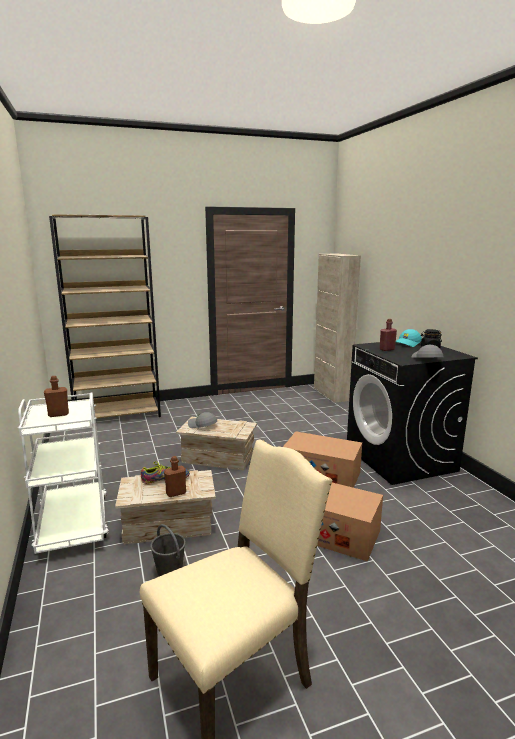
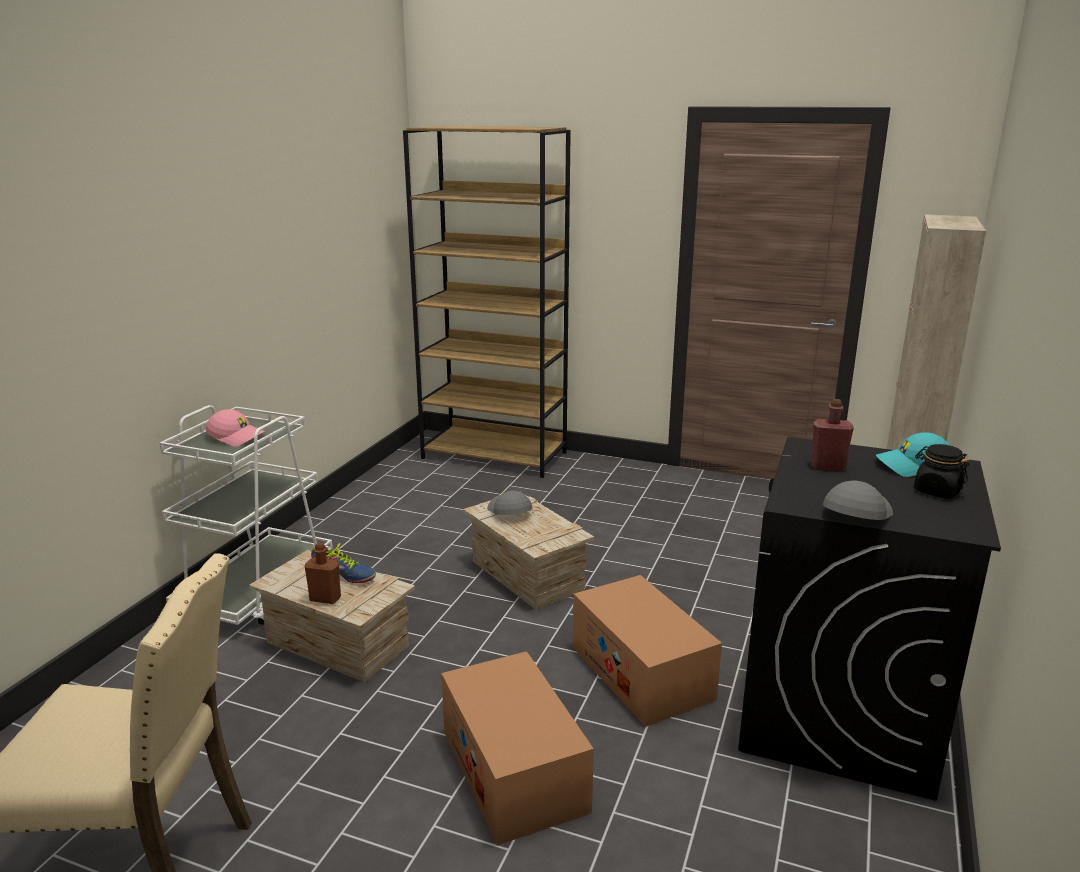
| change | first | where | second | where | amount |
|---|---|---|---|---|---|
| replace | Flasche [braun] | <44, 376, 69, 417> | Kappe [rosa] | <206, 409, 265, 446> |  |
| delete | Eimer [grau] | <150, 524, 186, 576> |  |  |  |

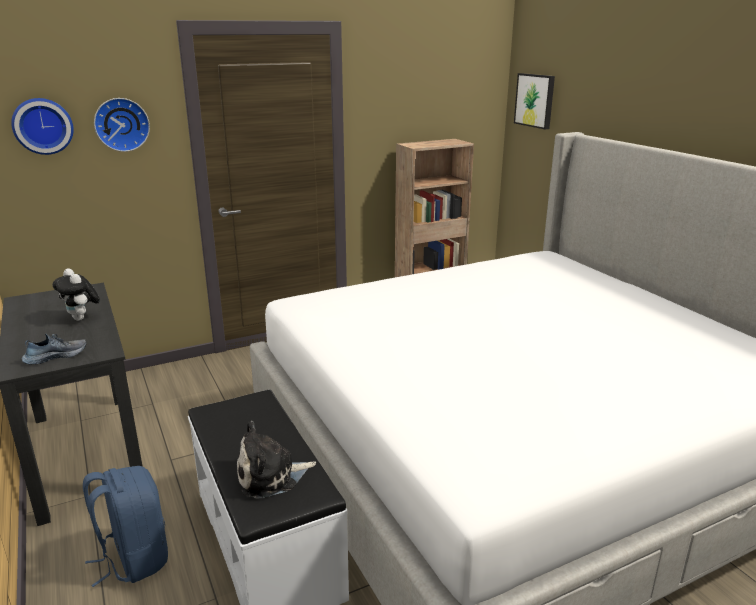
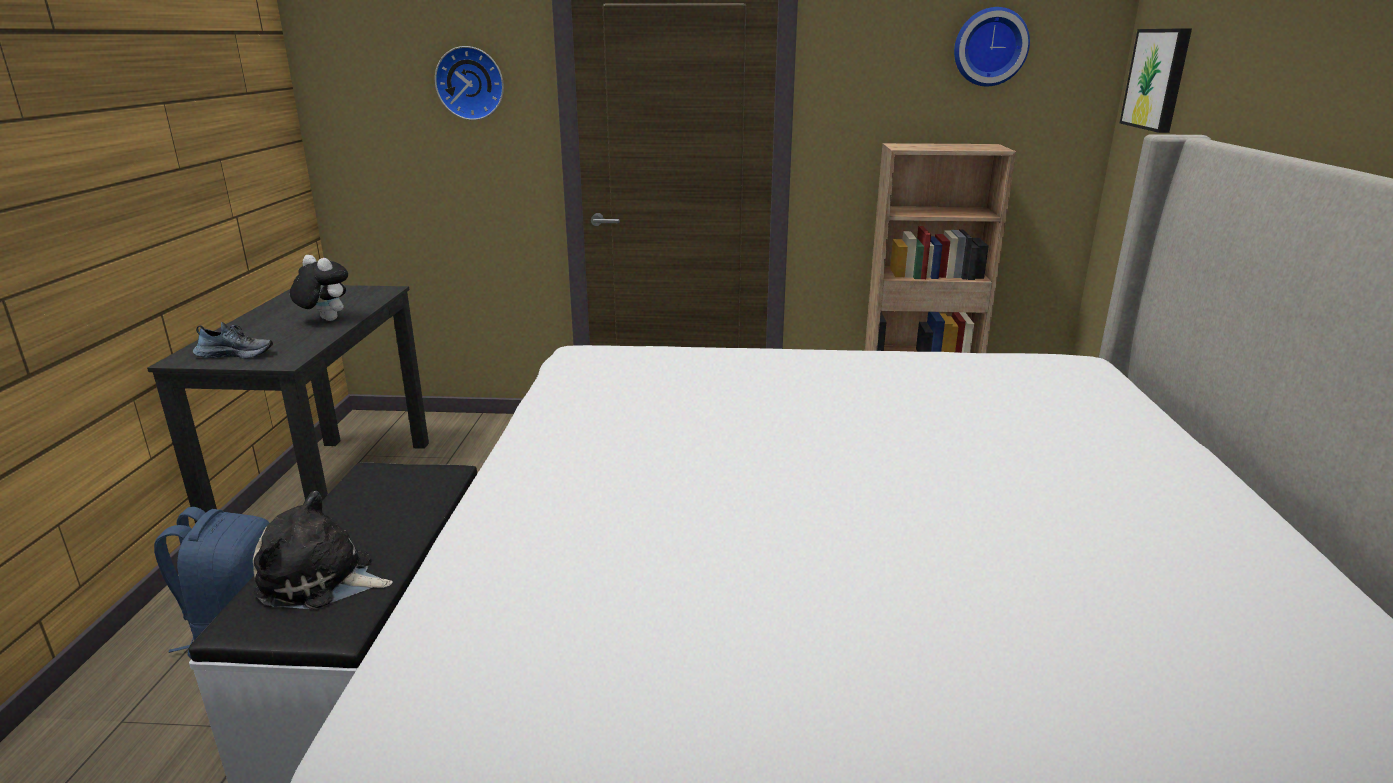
| change | first | where | second | where | amount |
|---|---|---|---|---|---|
| rotate | Plüschtier | <52, 268, 100, 321> |  | <290, 255, 348, 321> | 135 degrees clockwise |
| move | Wanduhr | <11, 98, 74, 155> |  | <954, 7, 1030, 86> |  |

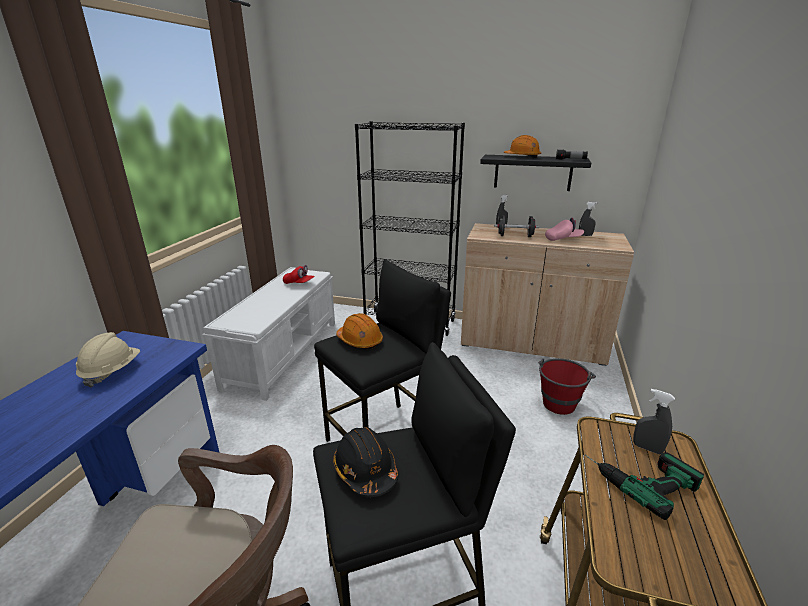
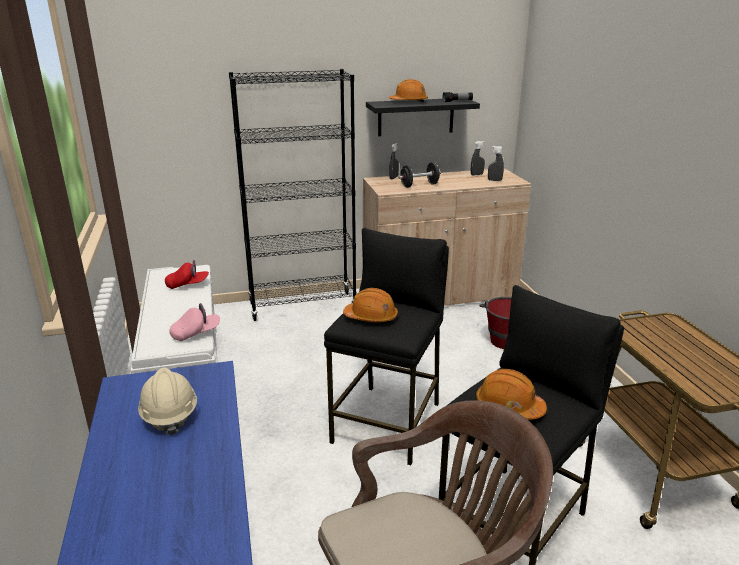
| change | first | where | second | where | amount |
|---|---|---|---|---|---|
| move | Kappe [rosa] | <545, 218, 584, 241> |  | <169, 303, 220, 341> |  |
| recolor | Schutzhelm [schwarz] | <333, 427, 398, 497> | Schutzhelm [orange] | <476, 369, 547, 420> |  |
| move | Sprühflasche [grau] | <633, 389, 675, 454> |  | <488, 146, 504, 181> |  |
| delete | Bohrmaschine | <585, 453, 704, 520> |  |  |  |

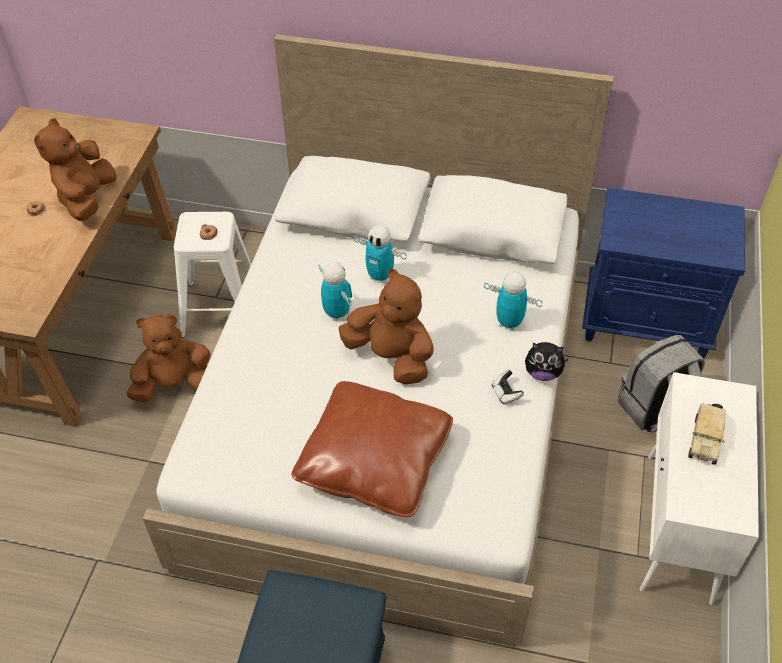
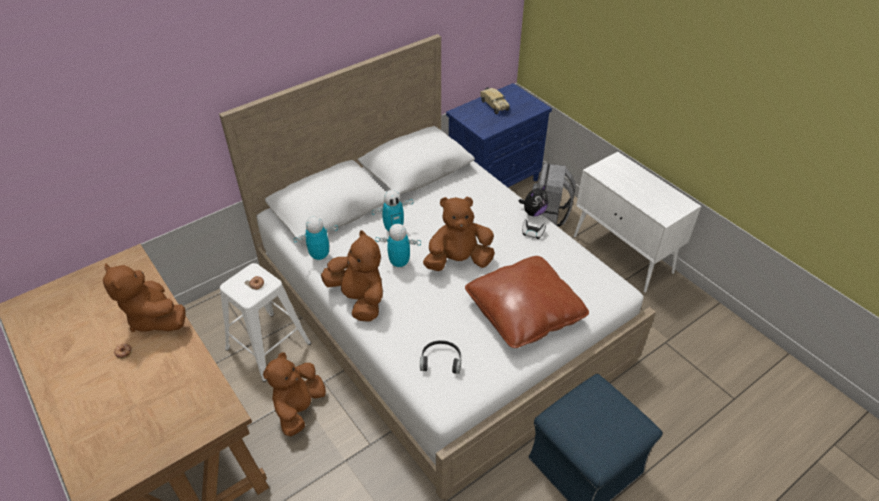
| change | first | where | second | where | amount |
|---|---|---|---|---|---|
| move | Spielzeugroboter | <484, 272, 543, 330> |  | <294, 216, 338, 262> |  |
| insert |  |  | Plüschtier [braun] | <321, 230, 383, 322> |  |
| insert |  |  | Kopfhörer [schwarz] | <420, 340, 461, 374> |  |
| move | Spielzeuglaster | <688, 403, 726, 465> |  | <480, 87, 510, 114> |  |

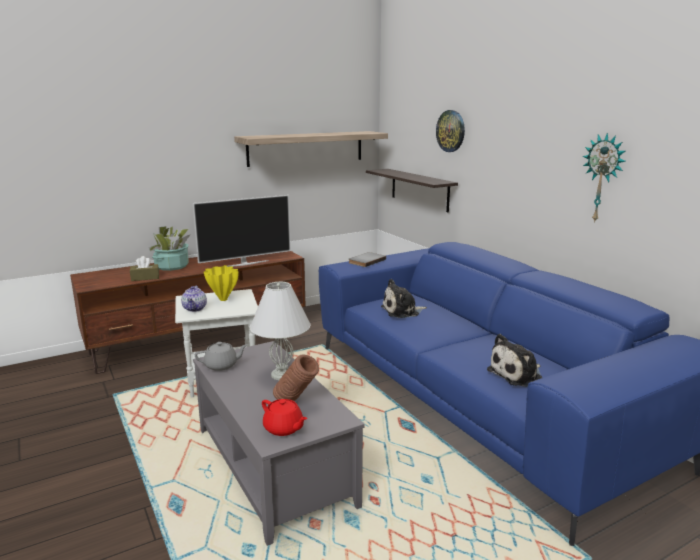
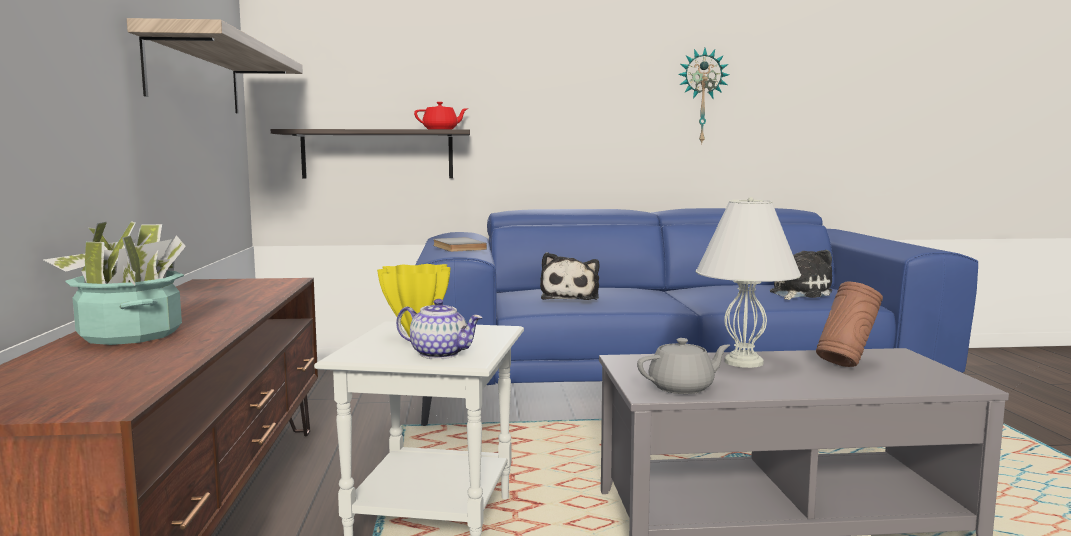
| change | first | where | second | where | amount |
|---|---|---|---|---|---|
| move | Teekanne [rot] | <262, 399, 307, 436> |  | <414, 102, 468, 129> |  |
| rotate | Teekanne [grau] | <195, 342, 248, 371> |  | <637, 338, 730, 394> | 60 degrees clockwise |
| rotate | Plüschtier | <487, 334, 542, 387> |  | <770, 250, 832, 300> | 135 degrees counterclockwise |
| delete | Taschentuchbox [braun] | <130, 256, 159, 281> |  |  |  |
| delete | Fernseher | <193, 195, 291, 267> |  |  |  |
| delete | Wanduhr | <436, 110, 465, 152> |  |  |  |

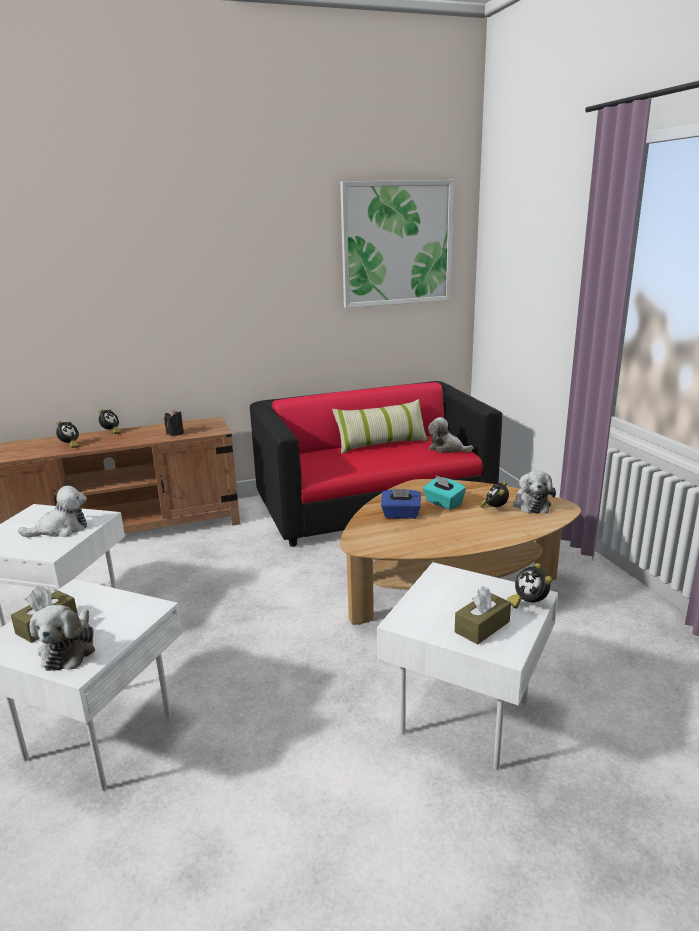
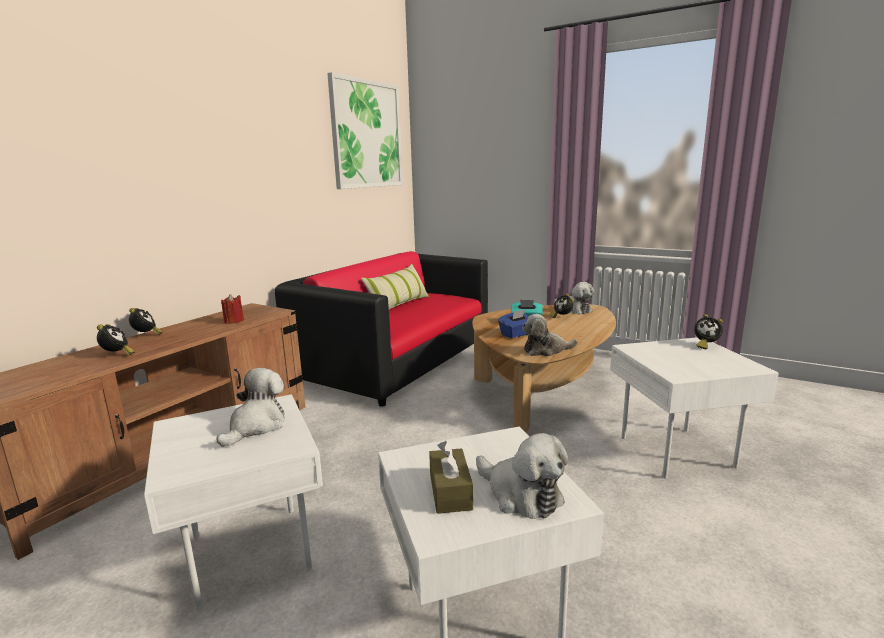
| change | first | where | second | where | amount |
|---|---|---|---|---|---|
| recolor | Kerze [schwarz] | <164, 410, 184, 436> | Kerze [rot] | <221, 294, 244, 324> |  |
| move | Plüschtier | <428, 417, 473, 453> |  | <522, 314, 578, 356> |  |
| delete | Taschentuchbox [braun] | <455, 586, 511, 645> |  |  |  |

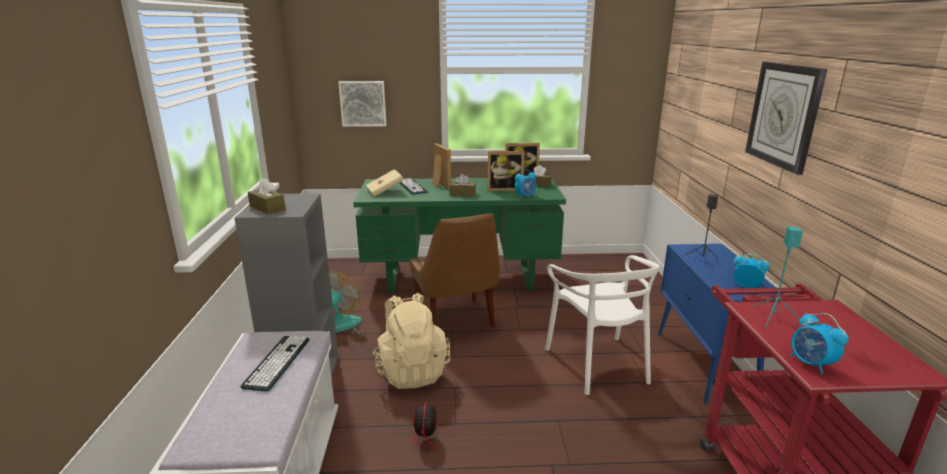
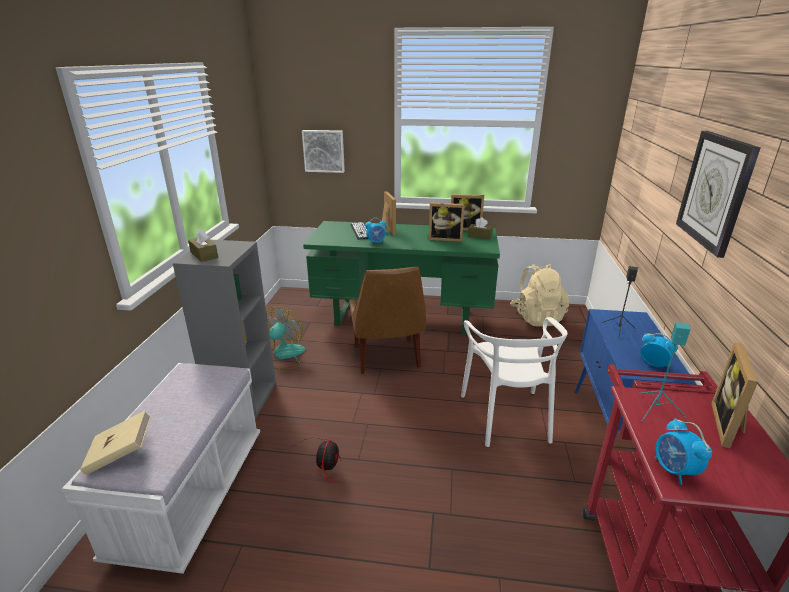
| change | first | where | second | where | amount |
|---|---|---|---|---|---|
| move | Buch [beige] | <366, 169, 404, 197> |  | <80, 411, 151, 475> |  |
| move | Wecker | <515, 169, 537, 198> |  | <365, 218, 386, 245> |  |
| move | Rucksack [beige] | <373, 292, 450, 389> |  | <510, 264, 570, 327> |  |
| insert |  |  | Bilderrahmen | <711, 342, 758, 448> |  |
| delete | Tastatur | <240, 336, 309, 391> |  |  |  |
| delete | Taschentuchbox [braun] | <449, 174, 476, 197> |  |  |  |

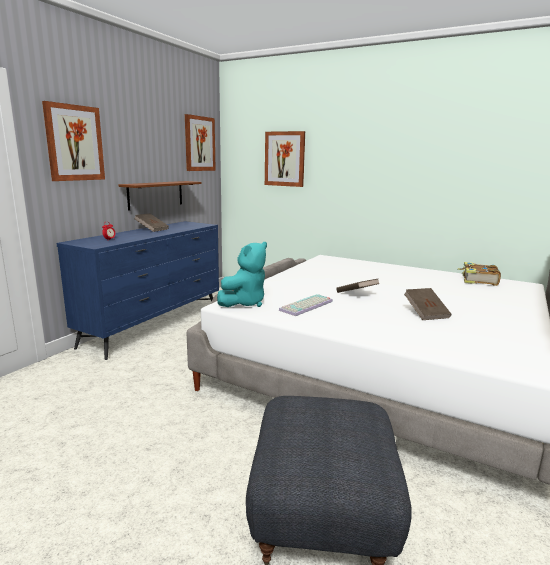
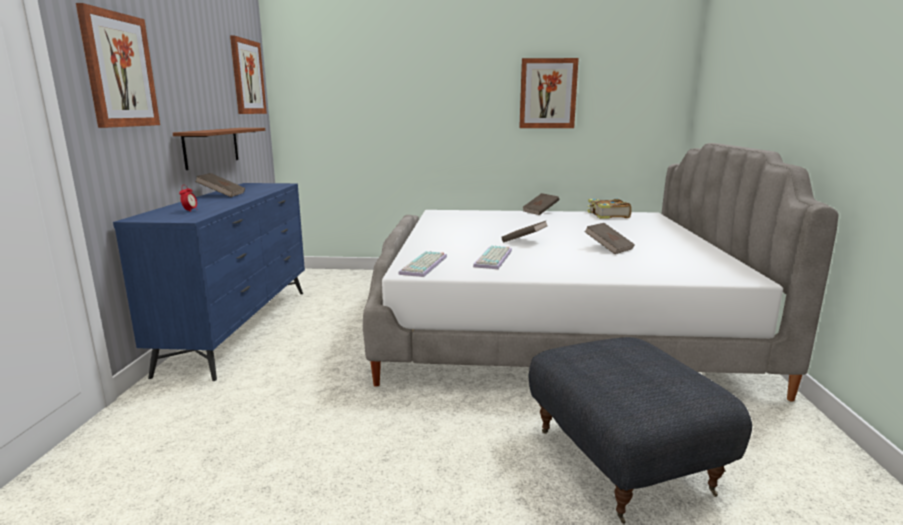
| change | first | where | second | where | amount |
|---|---|---|---|---|---|
| replace | Plüschtier [türkis] | <217, 242, 267, 307> | Tastatur | <398, 251, 447, 277> |  |
| move | Bild | <265, 131, 305, 187> |  | <519, 58, 579, 128> |  |
| insert |  |  | Buch [braun] | <522, 193, 559, 215> |  |

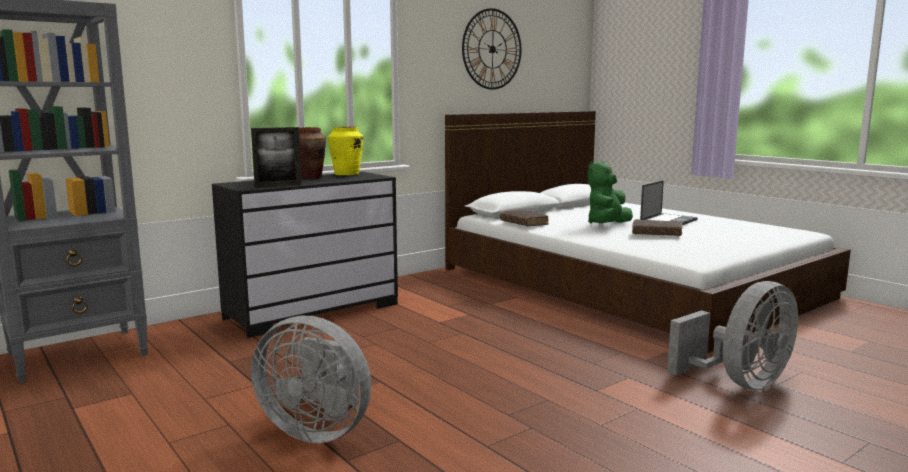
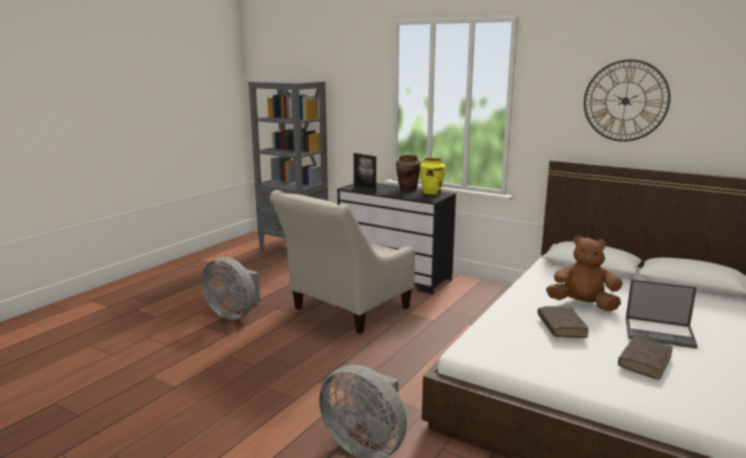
| change | first | where | second | where | amount |
|---|---|---|---|---|---|
| rotate | Ventilator [grau] | <251, 316, 371, 443> |  | <201, 257, 260, 320> | 60 degrees counterclockwise |
| insert |  |  | Sessel [beige] | <269, 190, 415, 334> |  |
| recolor | Plüschtier [grün] | <588, 161, 633, 223> | Plüschtier [braun] | <546, 235, 622, 312> |  |
| move | Buch [braun] | <500, 210, 549, 227> |  | <618, 337, 673, 380> |  |

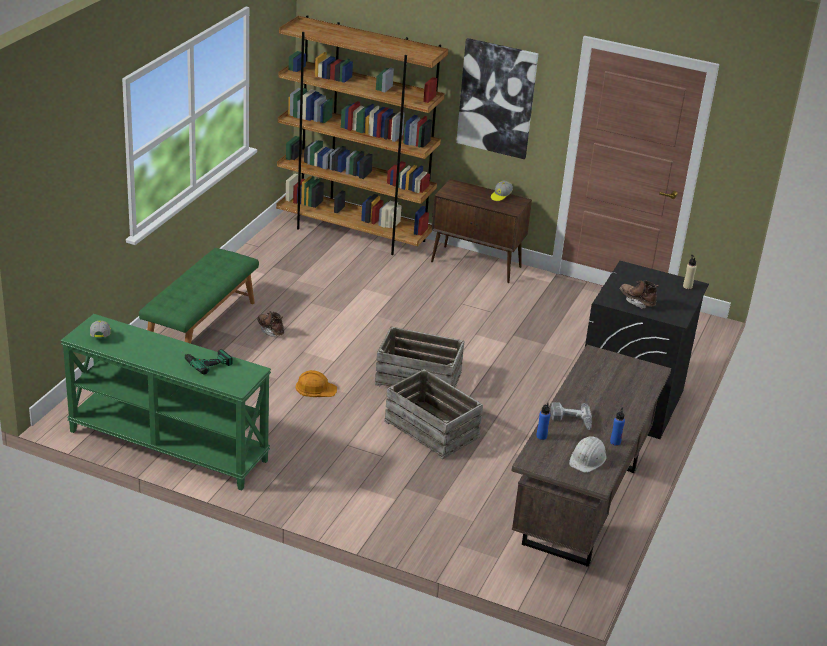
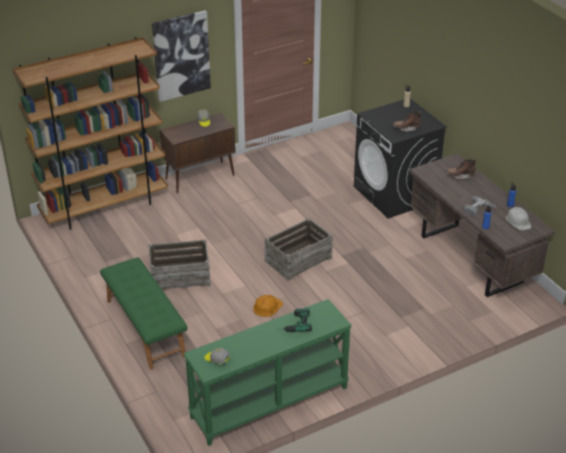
| change | first | where | second | where | amount |
|---|---|---|---|---|---|
| move | Kiste | <384, 369, 483, 460> |  | <148, 240, 211, 289> |  |
| move | Stiefel [braun] | <257, 311, 284, 337> |  | <446, 159, 477, 179> |  |

